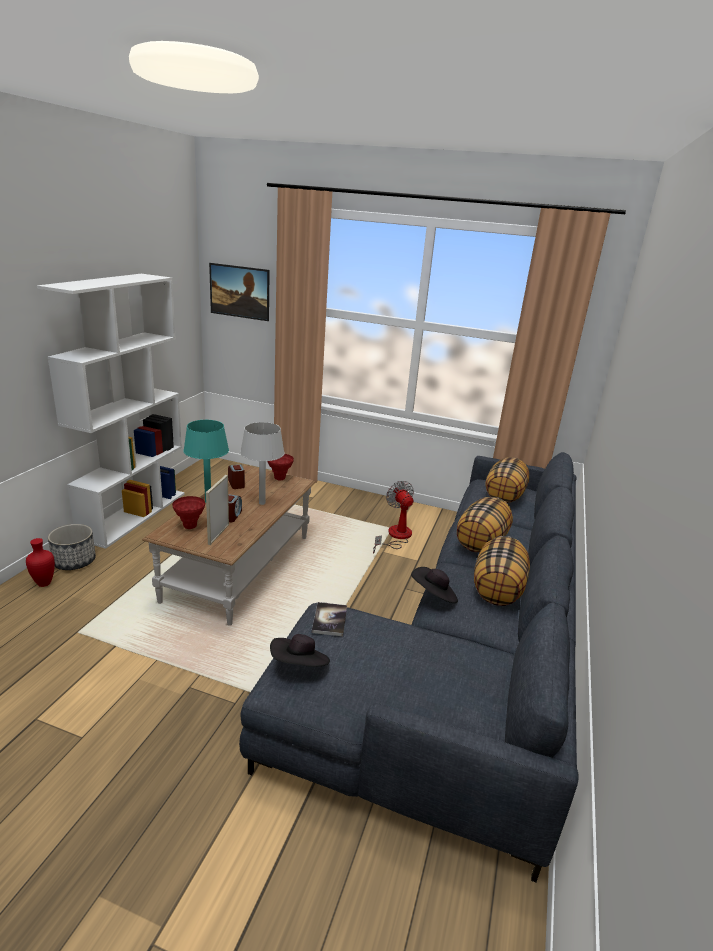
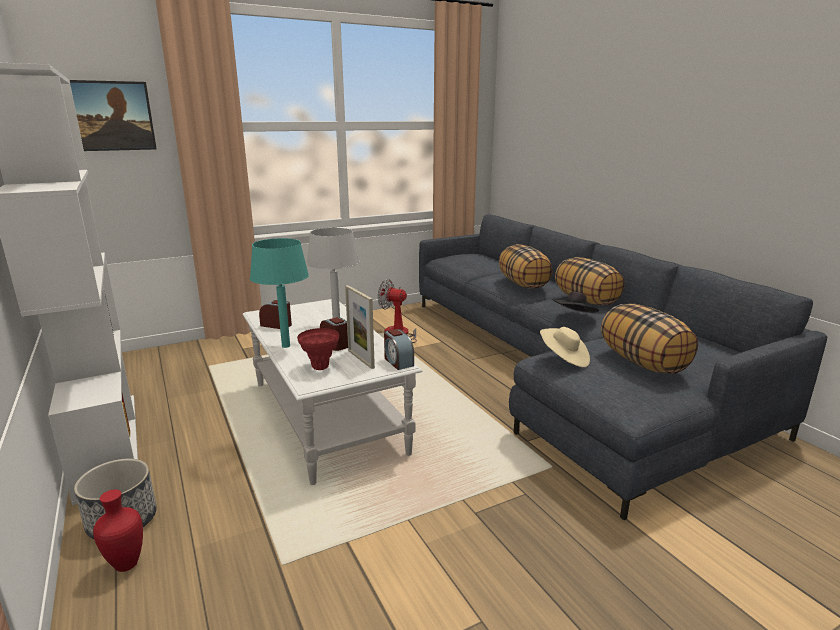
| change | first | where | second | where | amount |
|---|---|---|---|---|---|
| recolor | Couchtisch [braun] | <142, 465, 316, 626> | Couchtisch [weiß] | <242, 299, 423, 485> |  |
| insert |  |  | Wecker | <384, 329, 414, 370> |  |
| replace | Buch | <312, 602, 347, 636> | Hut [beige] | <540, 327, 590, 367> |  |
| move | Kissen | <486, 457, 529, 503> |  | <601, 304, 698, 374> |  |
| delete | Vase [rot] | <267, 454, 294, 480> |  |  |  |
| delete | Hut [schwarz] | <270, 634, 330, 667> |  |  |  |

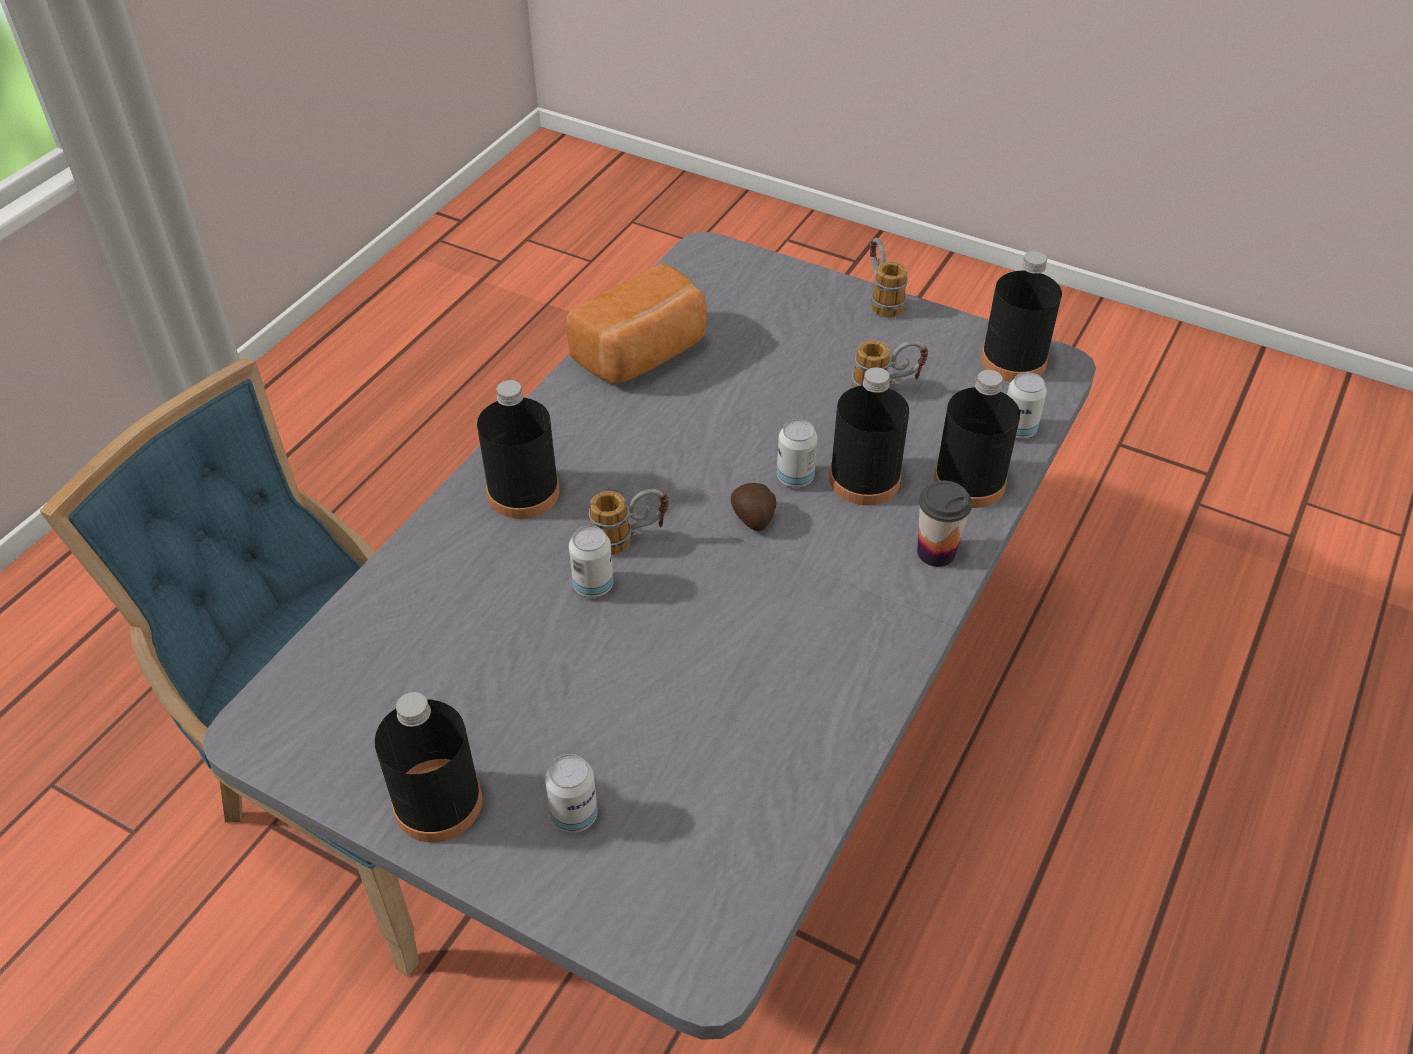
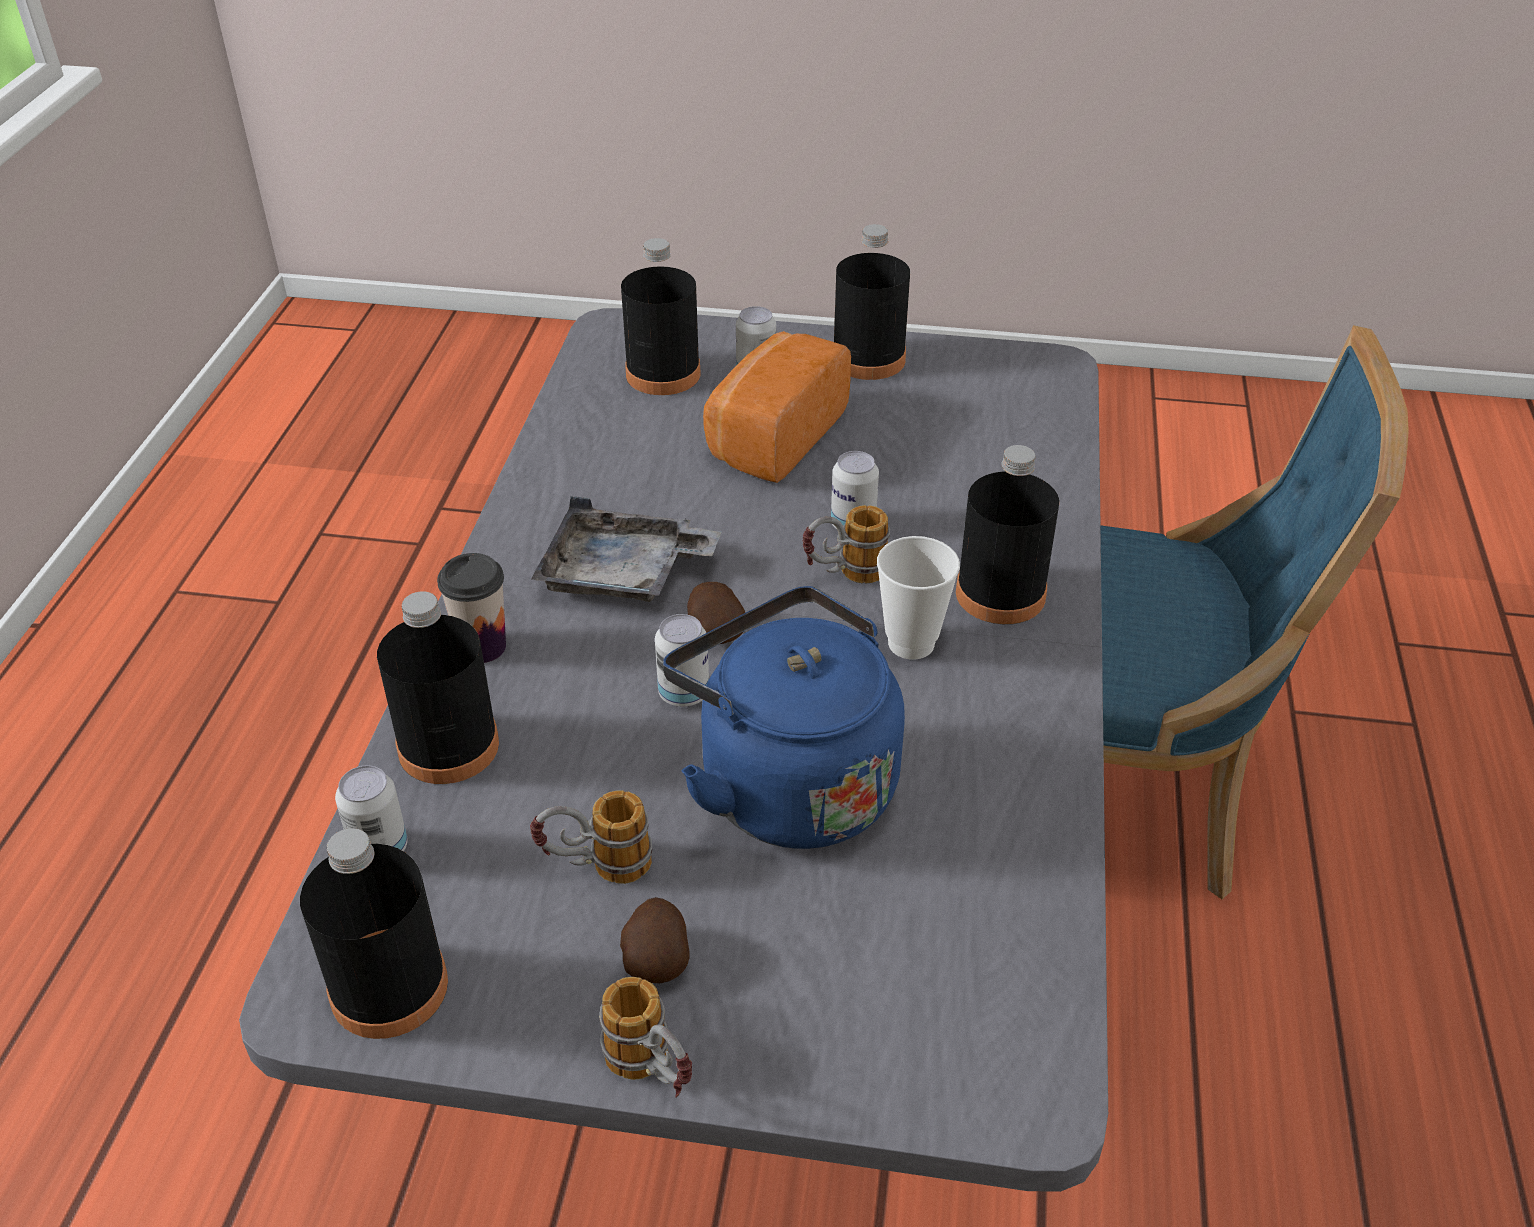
| change | first | where | second | where | amount |
|---|---|---|---|---|---|
| insert |  |  | Tablett [grau] | <531, 496, 721, 602> |  |
| insert |  |  | Kartoffel | <620, 897, 690, 983> |  |
| move | Flasche [schwarz] | <829, 367, 909, 505> |  | <621, 238, 701, 395> |  |
| insert |  |  | Wasserkessel [blau] | <663, 586, 905, 849> |  |
| move | Brot | <567, 263, 707, 385> |  | <703, 331, 851, 483> |  |
| insert |  |  | Tasse | <877, 536, 960, 660> |  |

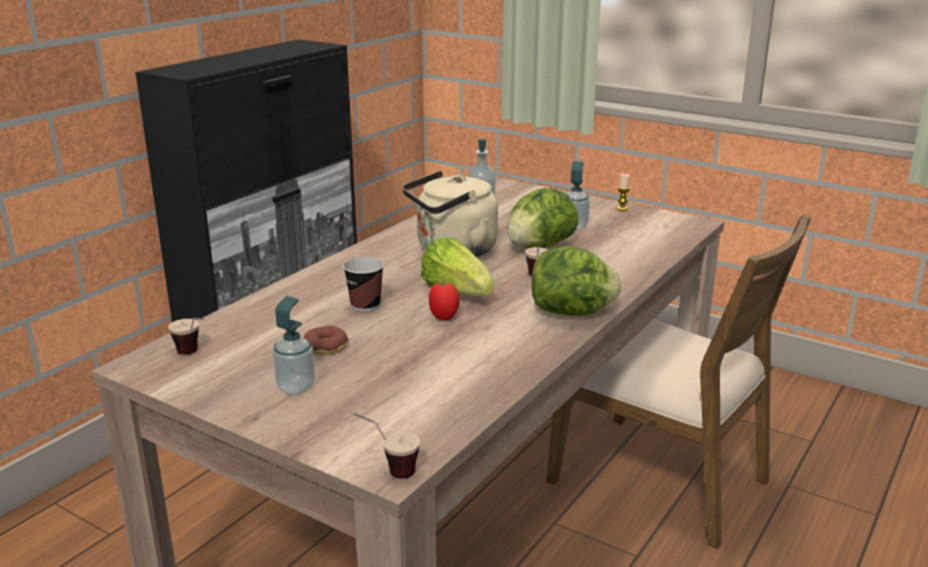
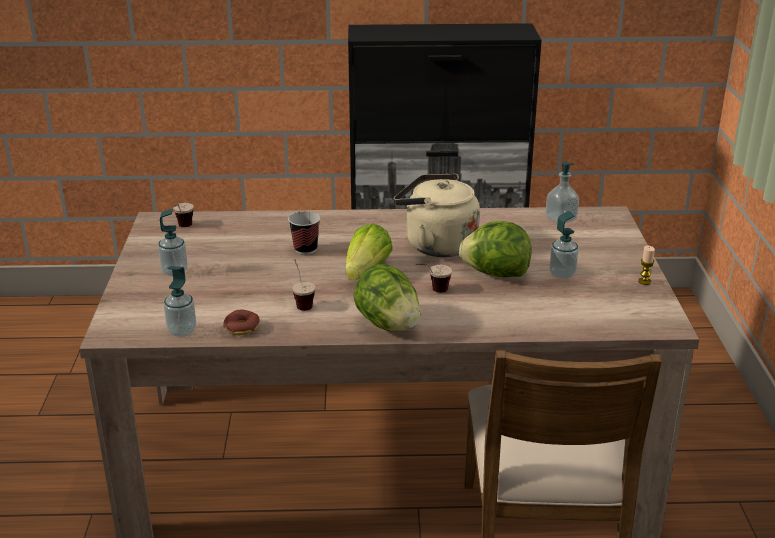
| change | first | where | second | where | amount |
|---|---|---|---|---|---|
| insert |  |  | Seifenspender | <164, 266, 196, 337> |  |
| move | Donut | <304, 326, 348, 355> |  | <223, 309, 260, 335> |  |
| move | Tasse | <353, 413, 420, 479> |  | <292, 259, 315, 311> |  |
| delete | Tomate | <429, 282, 460, 321> |  |  |  |

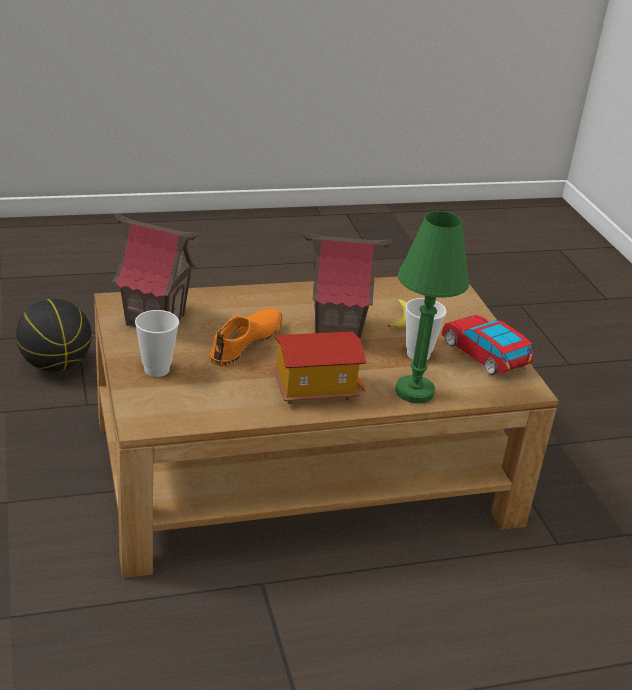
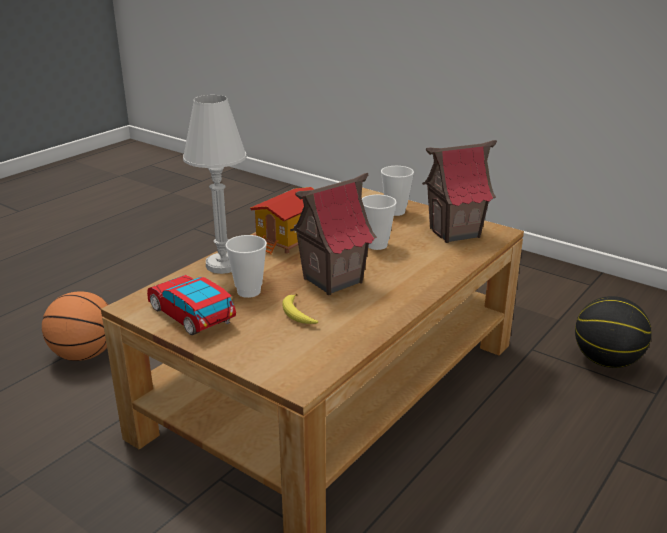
| change | first | where | second | where | amount |
|---|---|---|---|---|---|
| insert |  |  | Basketball | <42, 291, 108, 361> |  |
| rotate | Spielzeugauto | <442, 315, 534, 375> |  | <147, 275, 236, 335> | 150 degrees counterclockwise |
| recolor | Tischlampe [grün] | <395, 211, 469, 403> | Tischlampe [weiß] | <183, 95, 247, 274> |  |
| replace | Schuh [orange] | <209, 308, 283, 366> | Tasse | <362, 194, 397, 250> |  |

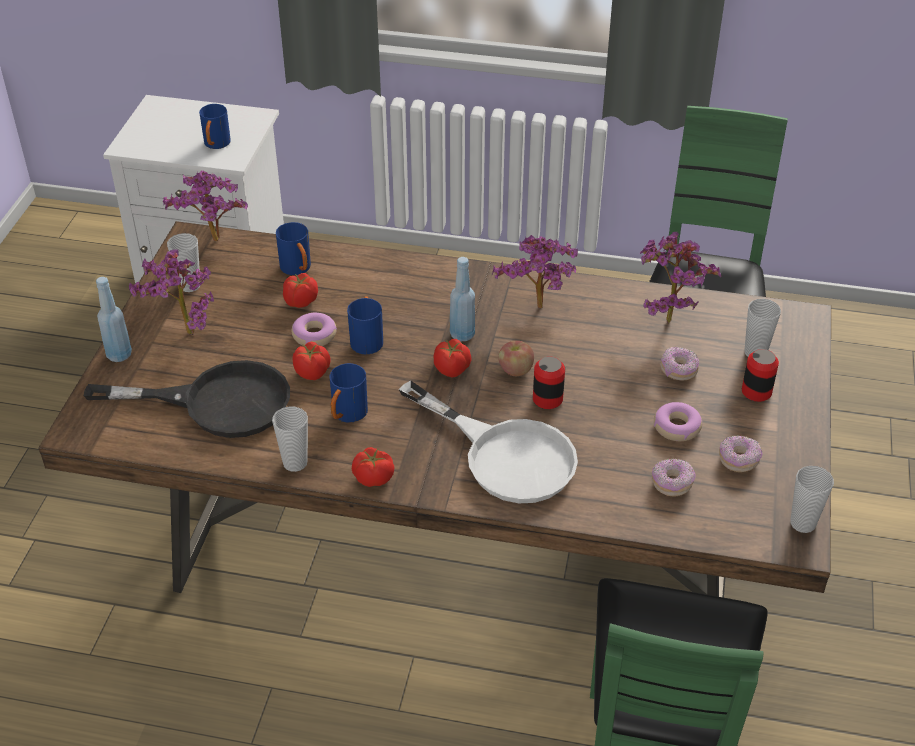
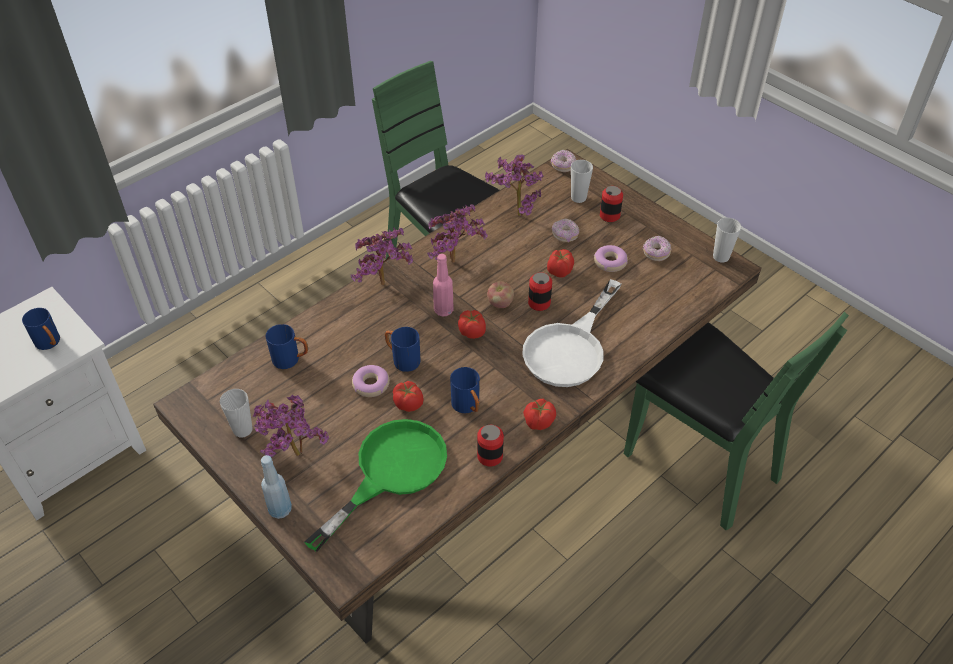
| change | first | where | second | where | amount |
|---|---|---|---|---|---|
| recolor | Pfanne [schwarz] | <84, 360, 290, 438> | Pfanne [grün] | <304, 419, 447, 552> |  |
| move | Topfpflanze | <163, 170, 248, 241> |  | <350, 228, 413, 285> |  |
| recolor | Flasche [blau] | <450, 257, 475, 341> | Flasche [rosa] | <433, 254, 454, 317> |  |
| replace | Tasse | <272, 406, 308, 472> | Dose | <477, 425, 504, 467> |  |
| rotate | Pfanne [weiß] | <399, 381, 578, 503> |  | <522, 279, 621, 387> | 135 degrees clockwise |
| move | Tomate | <283, 273, 318, 308> |  | <547, 249, 574, 278> |  |
| move | Donut | <652, 459, 696, 496> |  | <551, 150, 576, 172> |  |

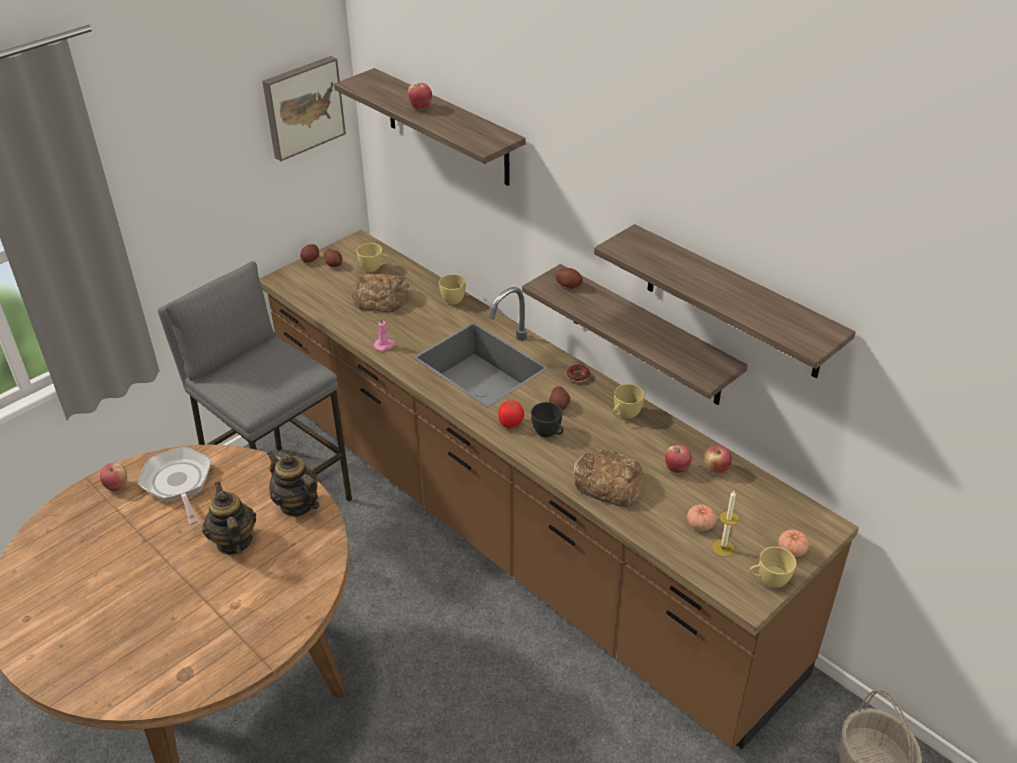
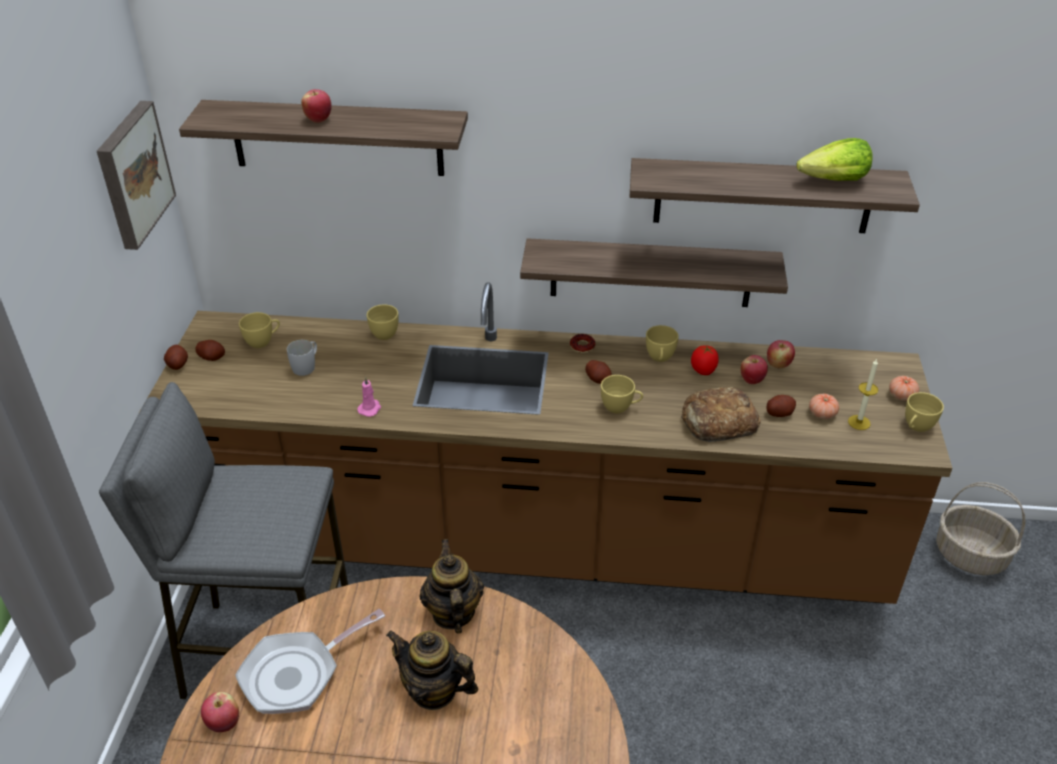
| change | first | where | second | where | amount |
|---|---|---|---|---|---|
| rotate | Pfanne | <138, 446, 211, 525> |  | <235, 609, 385, 714> | 60 degrees counterclockwise |
| replace | Brot | <351, 274, 409, 312> | Henkelbecher [weiß] | <287, 340, 317, 376> |  |
| rotate | Teekanne | <267, 451, 319, 517> |  | <419, 539, 484, 634> | 75 degrees clockwise |
| recolor | Tasse [schwarz] | <531, 402, 563, 437> | Tasse [gelb] | <601, 375, 643, 413> |  |
| move | Tomate | <498, 400, 524, 428> |  | <691, 345, 719, 375> |  |
| move | Kartoffel | <555, 268, 583, 288> |  | <767, 395, 796, 417> |  |
| insert |  |  | Salatkopf | <797, 138, 873, 181> |  |

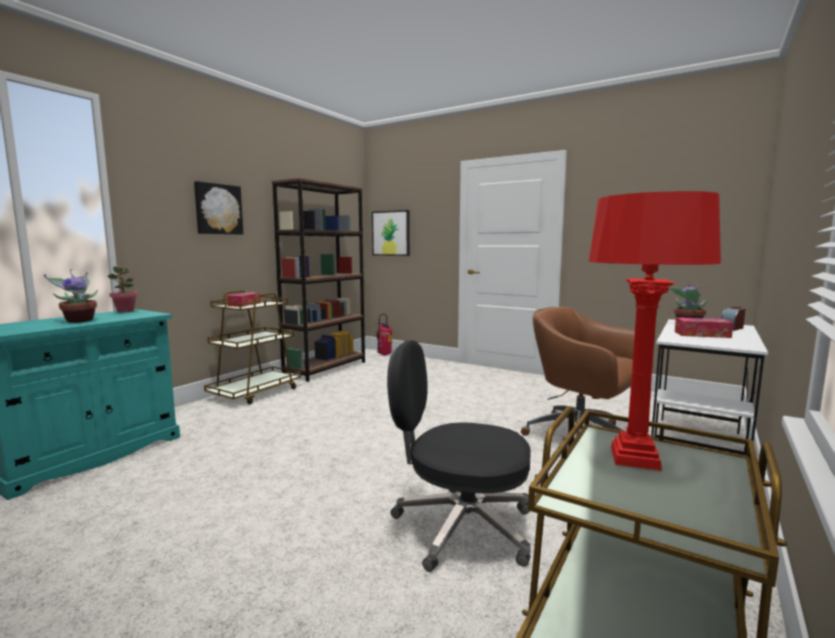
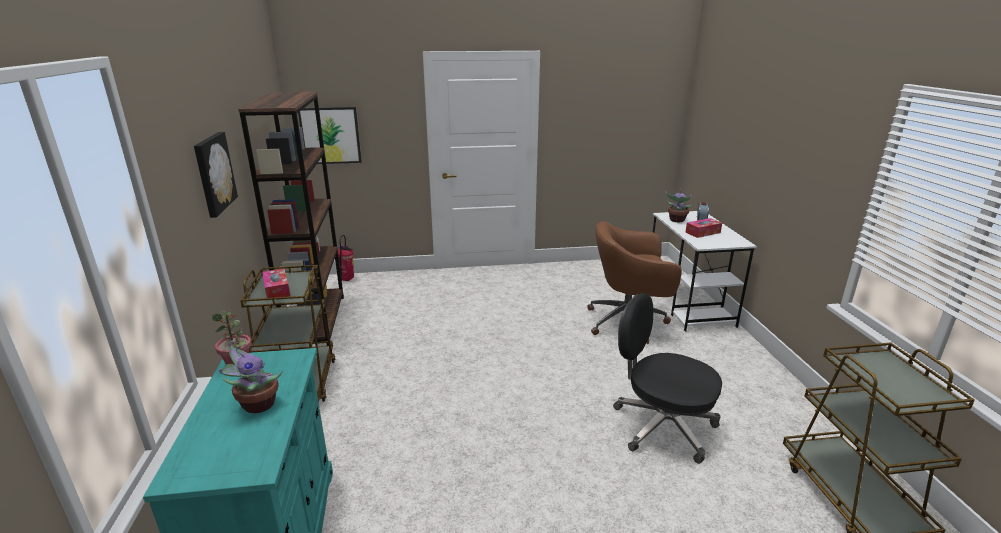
| change | first | where | second | where | amount |
|---|---|---|---|---|---|
| rotate | Bürostuhl [schwarz] | <387, 340, 531, 572> |  | <613, 293, 722, 464> | 60 degrees clockwise |
| delete | Tischlampe [rot] | <589, 191, 721, 471> |  |  |  |

